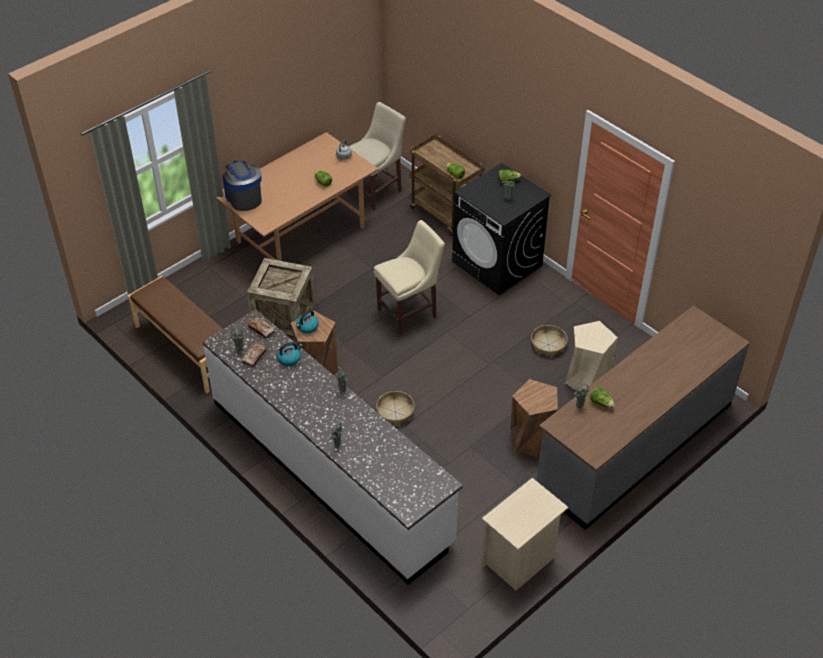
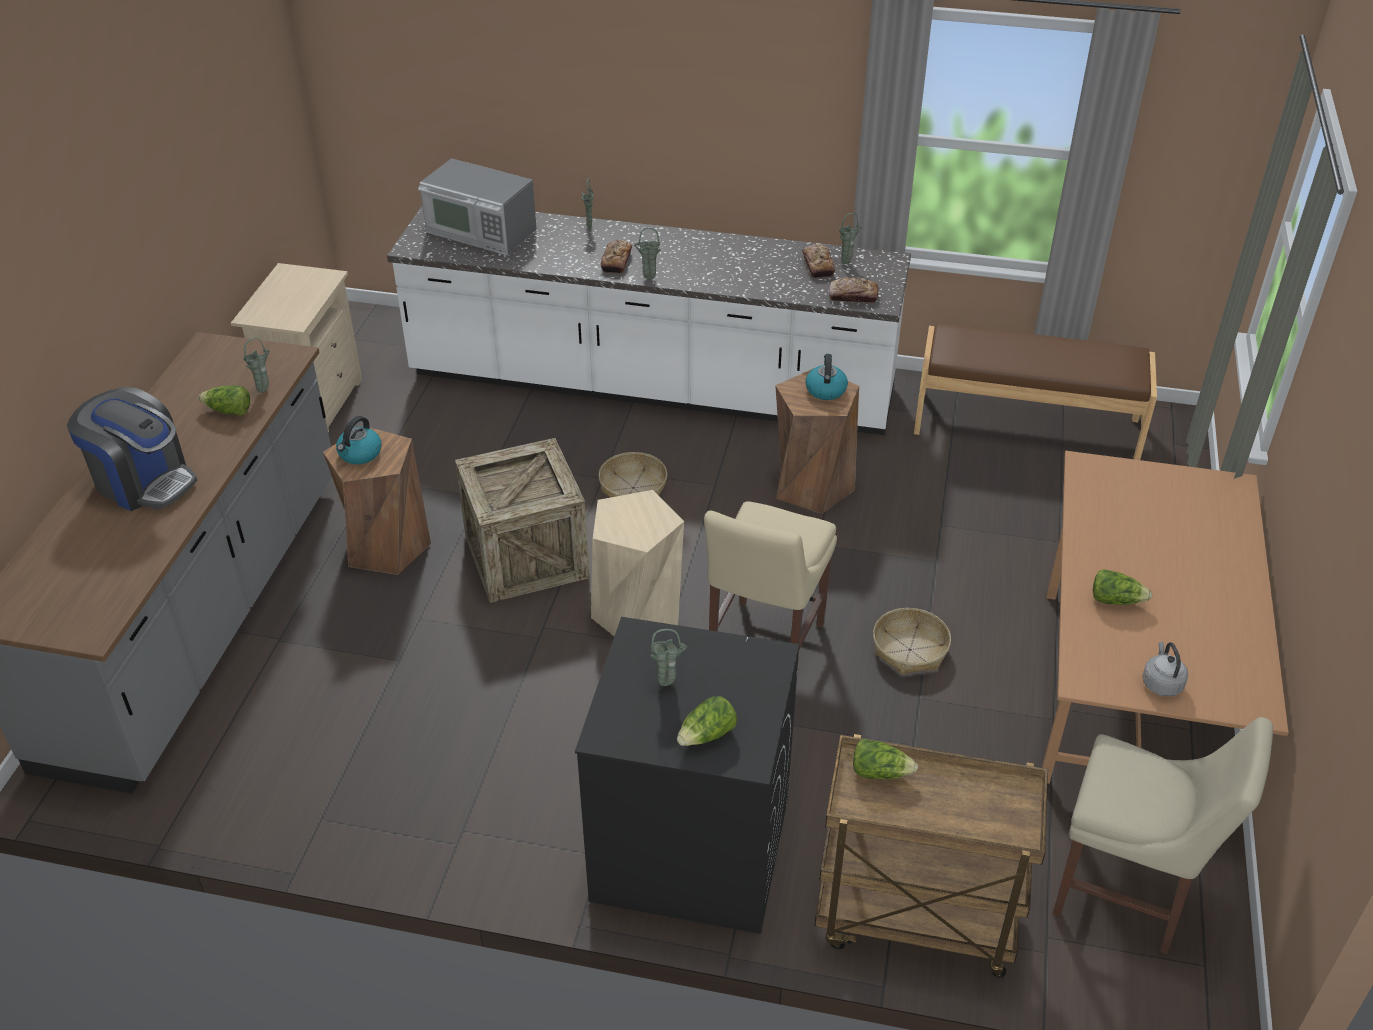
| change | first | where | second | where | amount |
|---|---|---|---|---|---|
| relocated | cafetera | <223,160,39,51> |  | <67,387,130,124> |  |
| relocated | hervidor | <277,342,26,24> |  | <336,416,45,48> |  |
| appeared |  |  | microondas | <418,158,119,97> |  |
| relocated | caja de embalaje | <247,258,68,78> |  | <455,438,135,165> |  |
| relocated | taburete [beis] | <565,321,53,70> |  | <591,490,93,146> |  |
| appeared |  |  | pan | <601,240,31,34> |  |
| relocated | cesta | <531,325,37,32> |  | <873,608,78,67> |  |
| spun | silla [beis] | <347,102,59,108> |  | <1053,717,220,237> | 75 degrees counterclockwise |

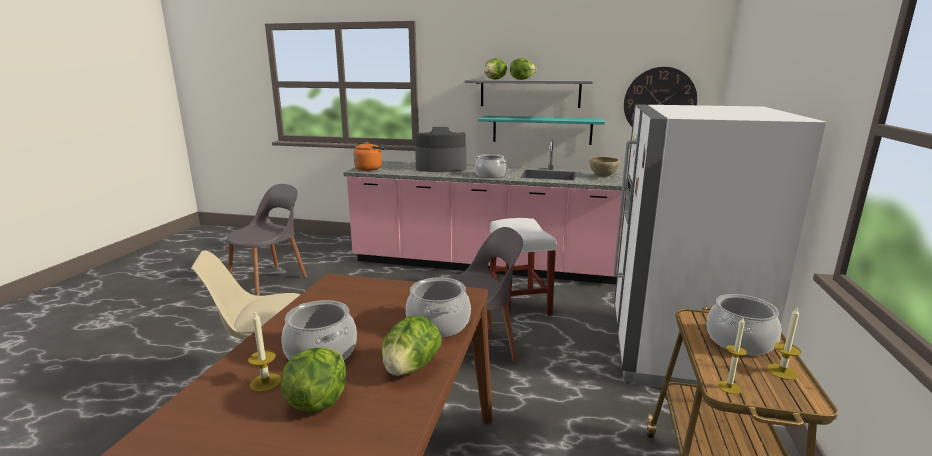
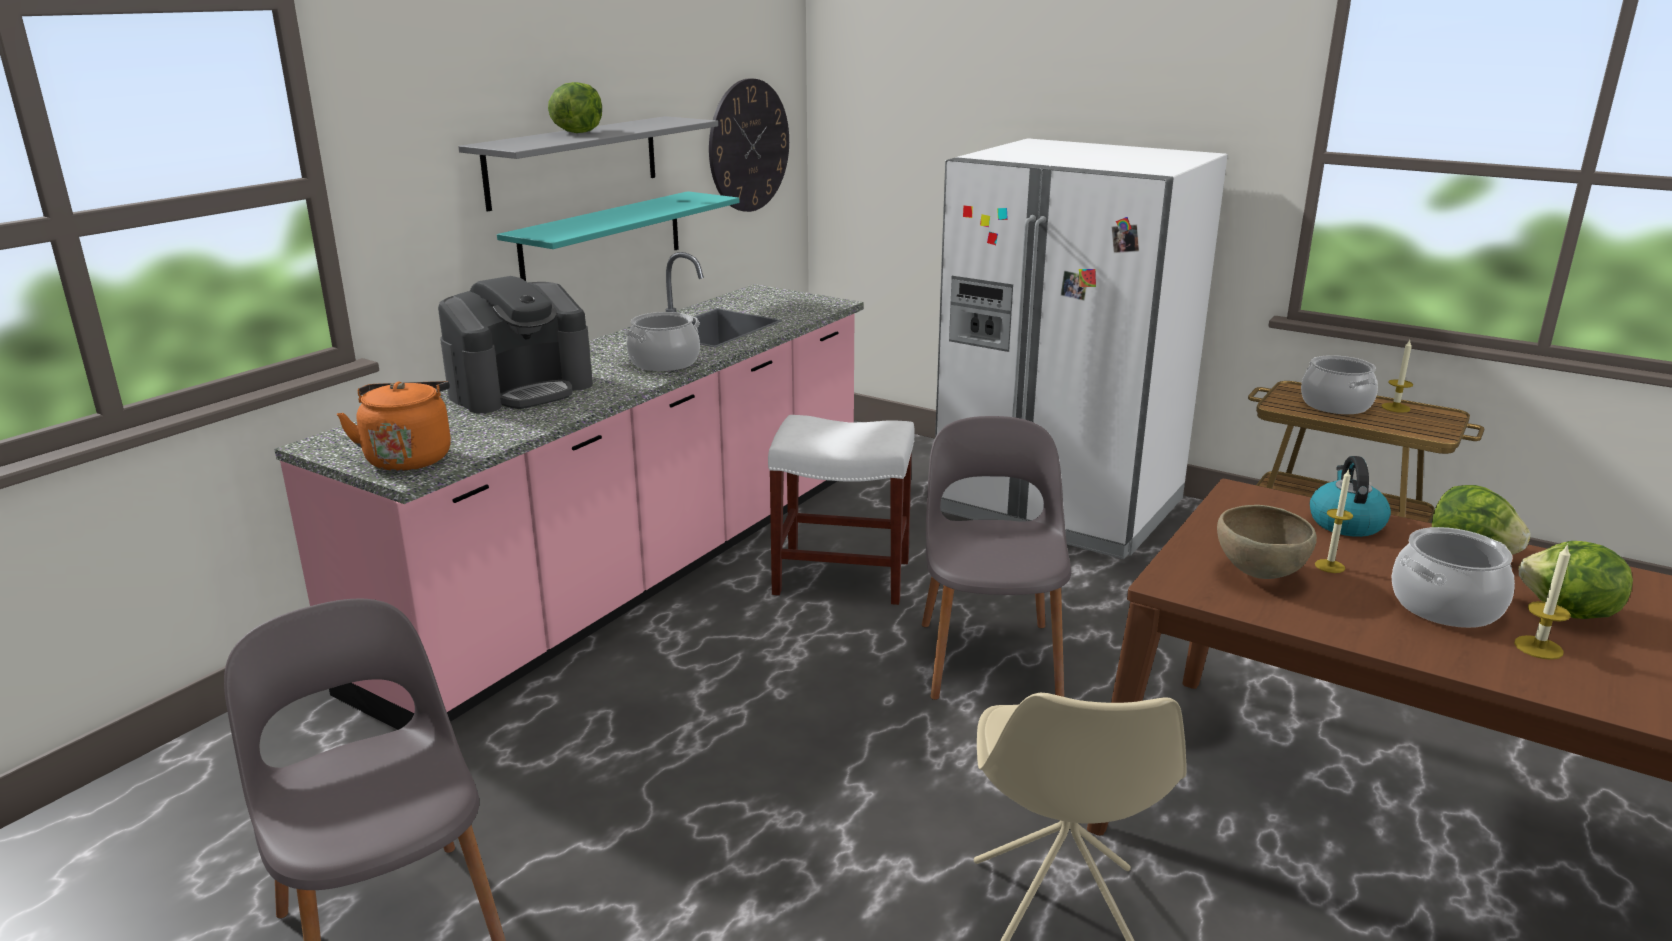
| change | first | where | second | where | amount |
|---|---|---|---|---|---|
| spun | cafetera | <415,127,51,45> |  | <438,276,155,137> | 150 degrees counterclockwise |
| relocated | cuenco [marrón] | <590,157,30,20> |  | <1217,505,100,74> |  |
| exchanged | olla | <406,277,65,60> | hervidor | <1310,456,81,81> |  |
| relocated | vela | <718,317,29,77> |  | <1315,468,38,105> |  |
| missing | lechuga | <484,58,23,21> |  |  |  |

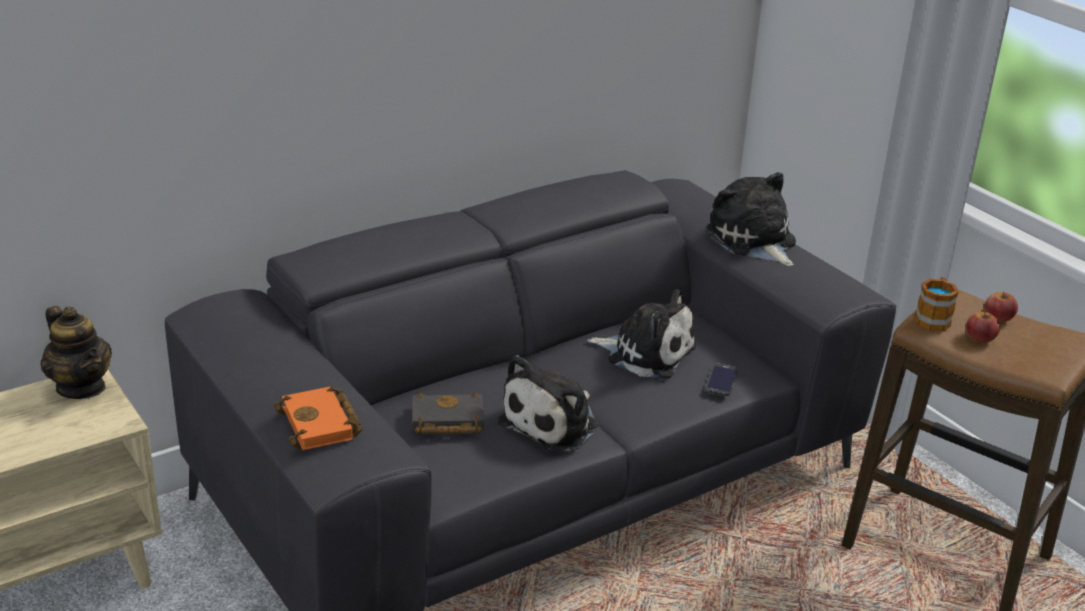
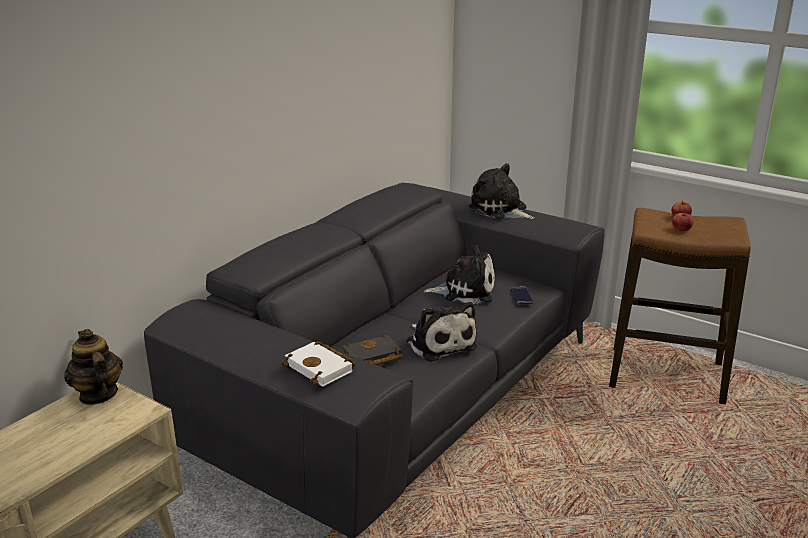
| change | first | where | second | where | amount |
|---|---|---|---|---|---|
| spun | tetera | <41,306,71,93> |  | <64,329,59,76> | 150 degrees counterclockwise |
| colour | libro [naranja] | <274,387,88,63> | libro [blanco] | <281,341,75,46> |  |
| spun | peluche | <498,355,101,97> |  | <407,302,70,60> | 45 degrees counterclockwise |
| missing | taza grande | <915,277,44,54> |  |  |  |

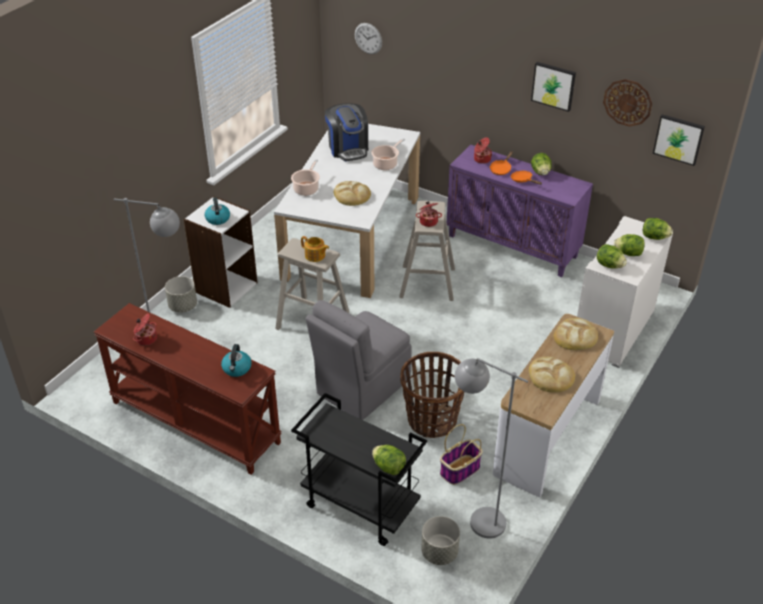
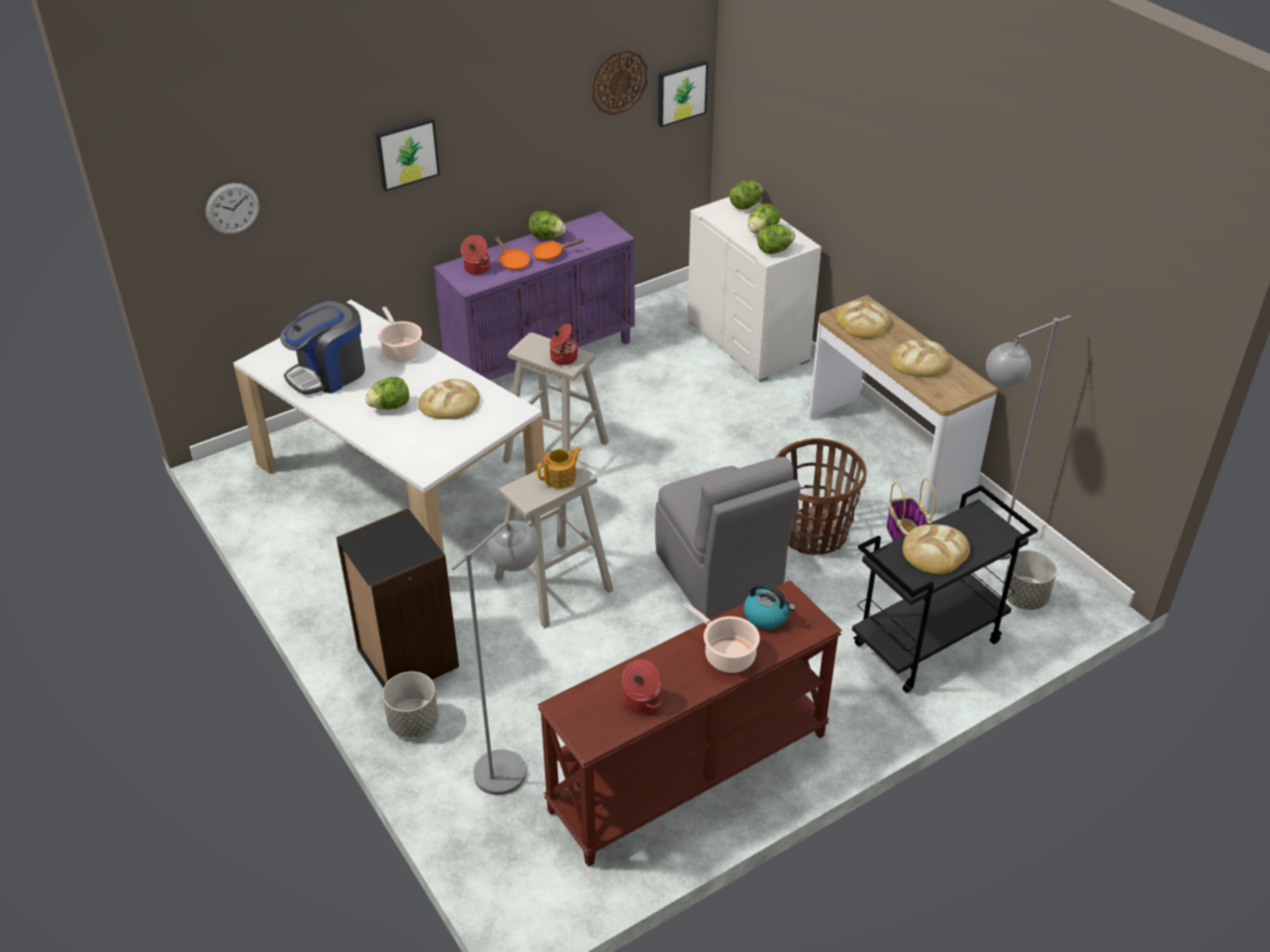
| change | first | where | second | where | amount |
|---|---|---|---|---|---|
| spun | cafetera | <325,103,43,58> |  | <280,299,85,96> | 135 degrees clockwise |
| colour | estantería [blanco] | <184,196,74,112> | estantería [negro] | <336,508,123,180> |  |
| relocated | lechuga | <372,445,34,30> |  | <365,377,44,33> |  |
| relocated | cuadro | <531,62,45,50> |  | <375,118,65,74> |  |
| relocated | olla | <291,159,29,37> |  | <683,602,77,71> |  |
| appeared |  |  | pan | <903,524,67,50> |  |
| missing | hervidor | <205,197,25,28> |  |  |  |

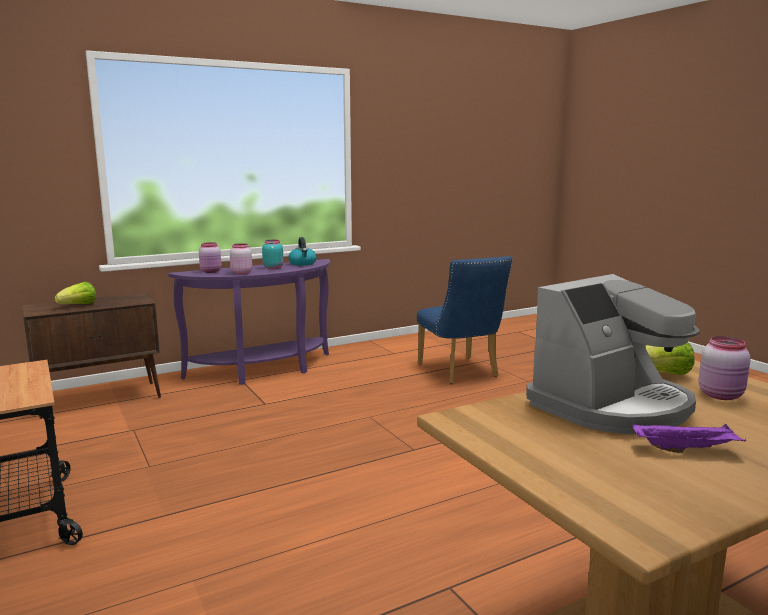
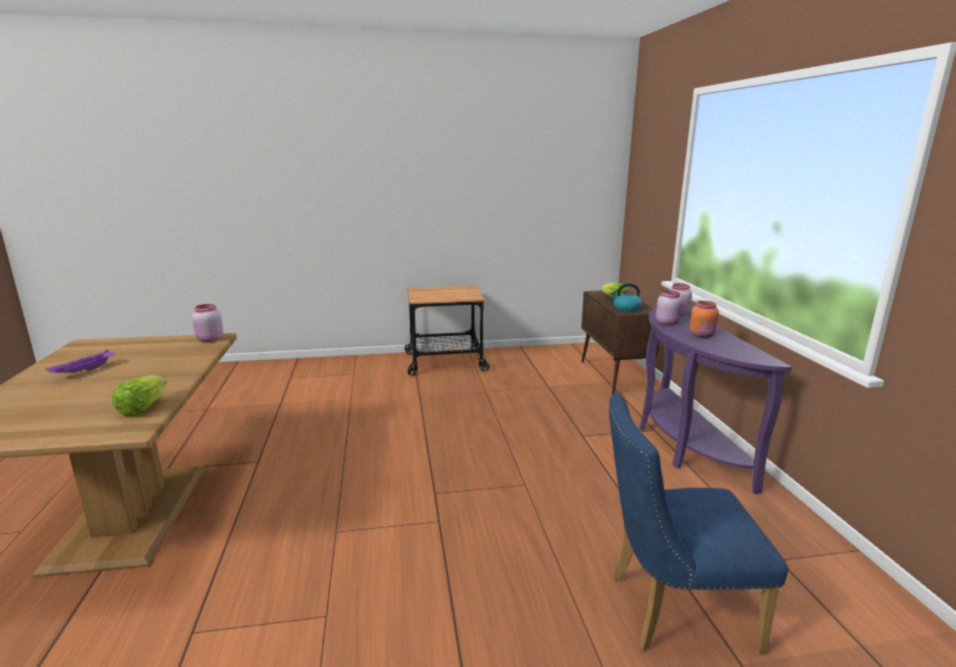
| change | first | where | second | where | amount |
|---|---|---|---|---|---|
| relocated | tarro [rosa] | <698,336,53,64> |  | <192,304,31,38> |  |
| relocated | hervidor | <288,237,29,29> |  | <610,283,32,29> |  |
| colour | tarro [turquesa] | <262,240,22,29> | tarro [naranja] | <690,301,29,37> |  |
| missing | cafetera | <526,274,174,160> |  |  |  |

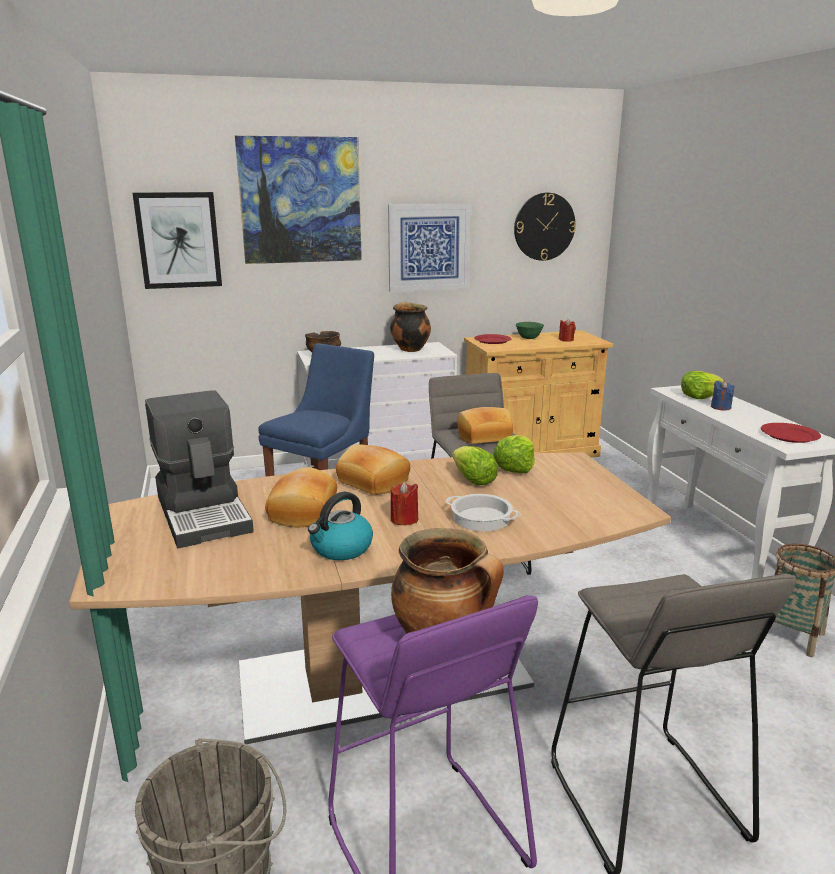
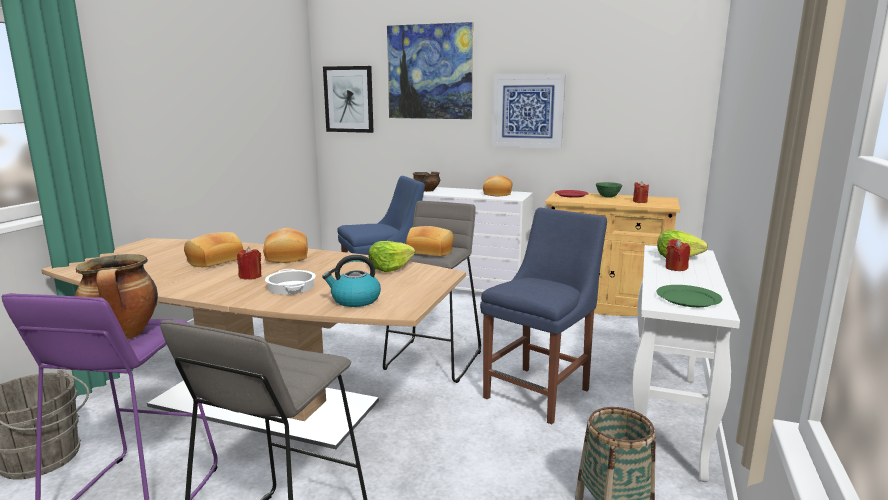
| change | first | where | second | where | amount |
|---|---|---|---|---|---|
| relocated | hervidor | <308,492,65,68> |  | <322,255,59,52> |  |
| appeared |  |  | silla [azul] | <480,208,127,216> |  |
| exchanged | olla | <390,302,41,50> | pan | <483,175,30,21> |  |
| colour | plato [rojo] | <761,423,60,20> | plato [verde] | <656,285,66,22> |  |
| colour | vela [azul] | <711,380,24,30> | vela [rojo] | <665,239,25,32> |  |
| missing | cafetera | <145,390,109,158> |  |  |  |
| missing | lechuga | <452,446,46,39> |  |  |  |
| missing | reloj de pared | <514,193,62,68> |  |  |  |

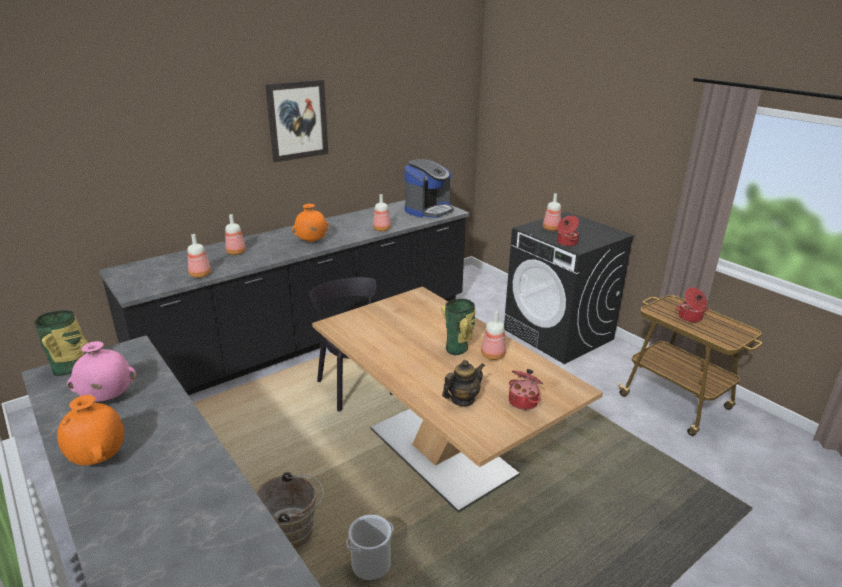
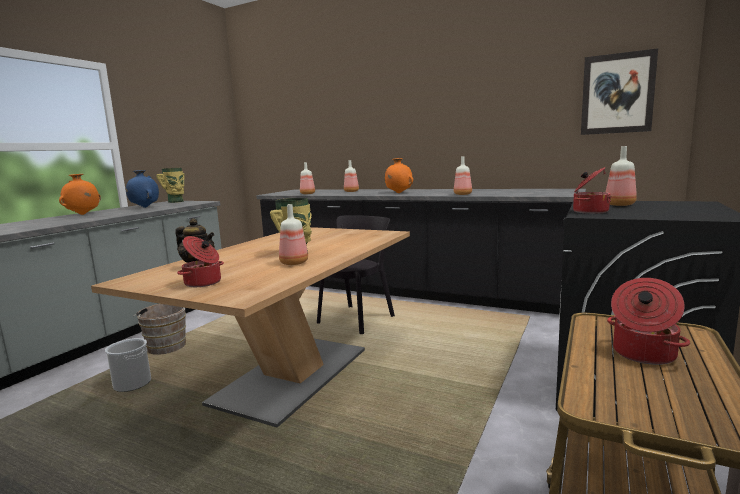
| change | first | where | second | where | amount |
|---|---|---|---|---|---|
| colour | florero [rosa] | <67,341,69,61> | florero [azul] | <126,170,33,38> |  |
| relocated | cuadro | <265,79,63,83> |  | <581,48,77,87> |  |
| missing | cafetera | <405,159,49,59> |  |  |  |

